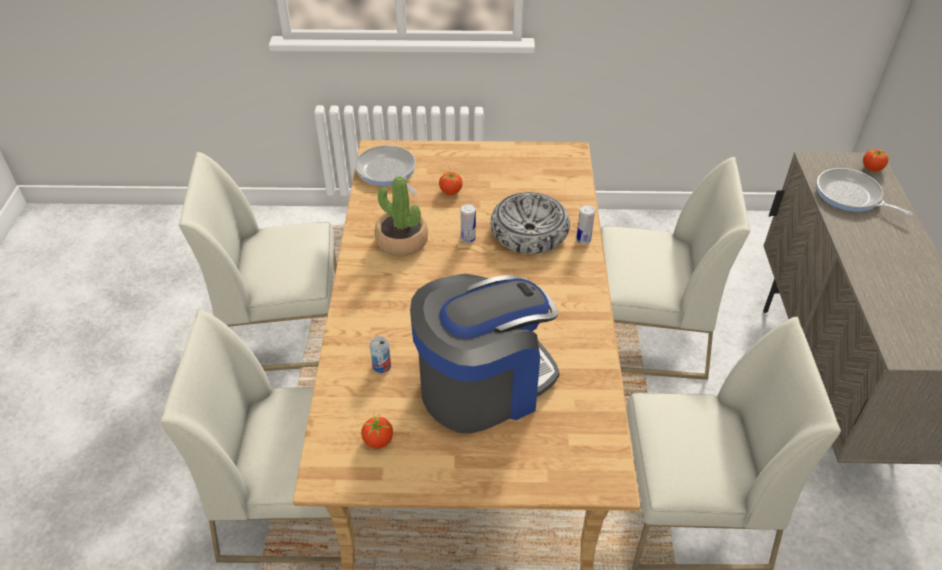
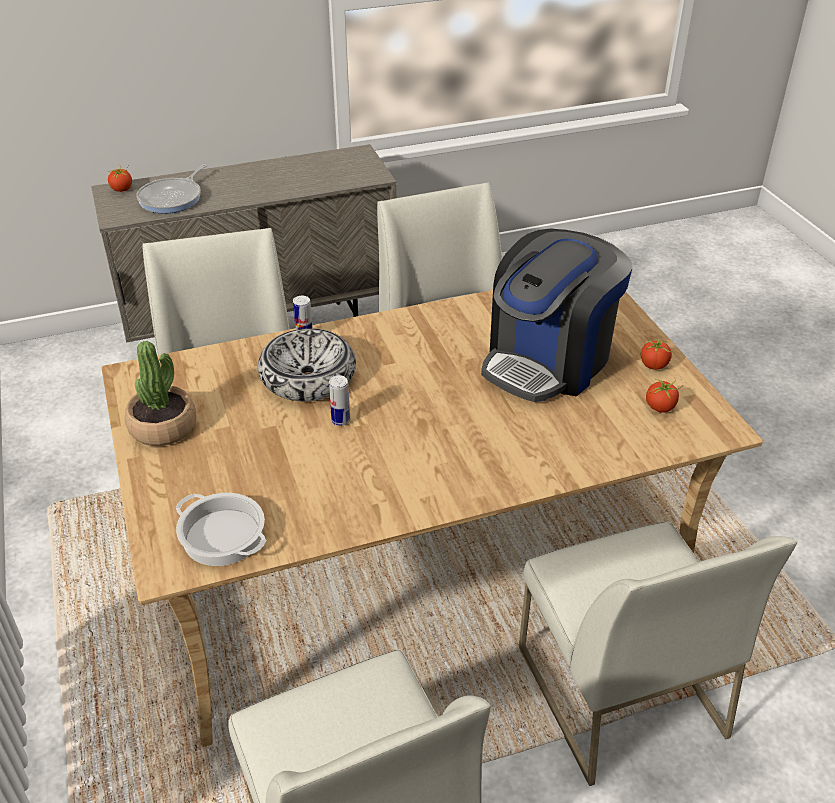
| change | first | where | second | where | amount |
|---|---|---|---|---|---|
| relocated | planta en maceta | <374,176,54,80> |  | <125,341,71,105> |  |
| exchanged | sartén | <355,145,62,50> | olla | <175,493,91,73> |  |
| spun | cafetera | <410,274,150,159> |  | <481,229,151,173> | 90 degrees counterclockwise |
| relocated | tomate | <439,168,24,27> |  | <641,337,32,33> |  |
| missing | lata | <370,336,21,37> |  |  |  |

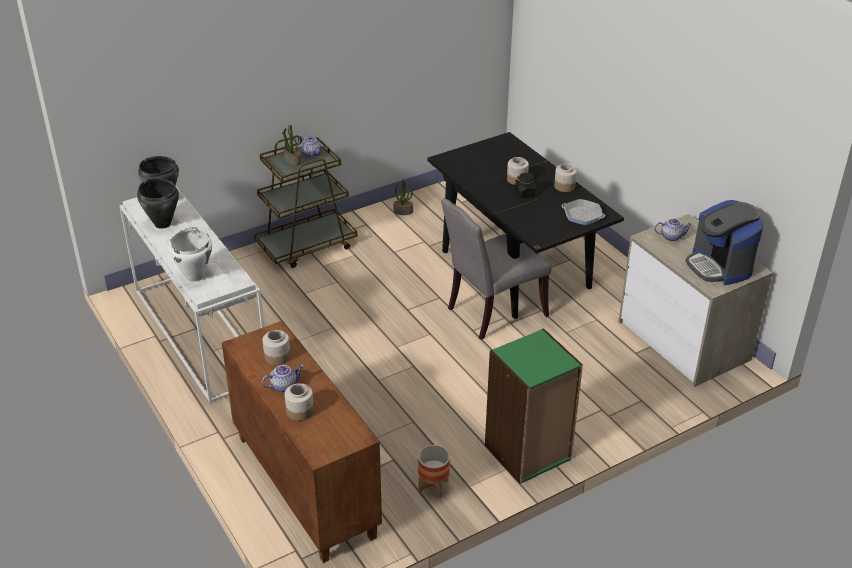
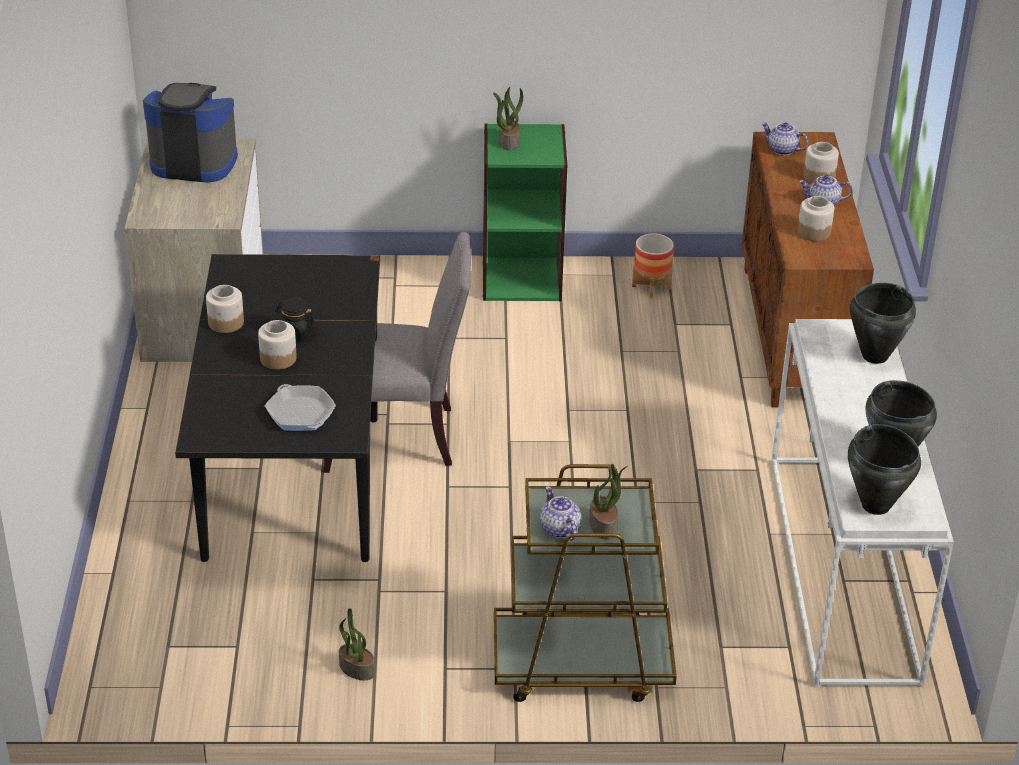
| change | first | where | second | where | amount |
|---|---|---|---|---|---|
| spun | cafetera | <686,200,78,85> |  | <143,83,95,100> | 90 degrees counterclockwise |
| relocated | sartén | <562,199,43,26> |  | <265,384,71,47> |  |
| appeared |  |  | planta en maceta | <493,87,30,63> |  |
| relocated | tetera | <654,219,39,22> |  | <761,122,48,33> |  |
| colour | olla [blanco] | <169,227,43,55> | olla [negro] | <850,283,66,81> |  |

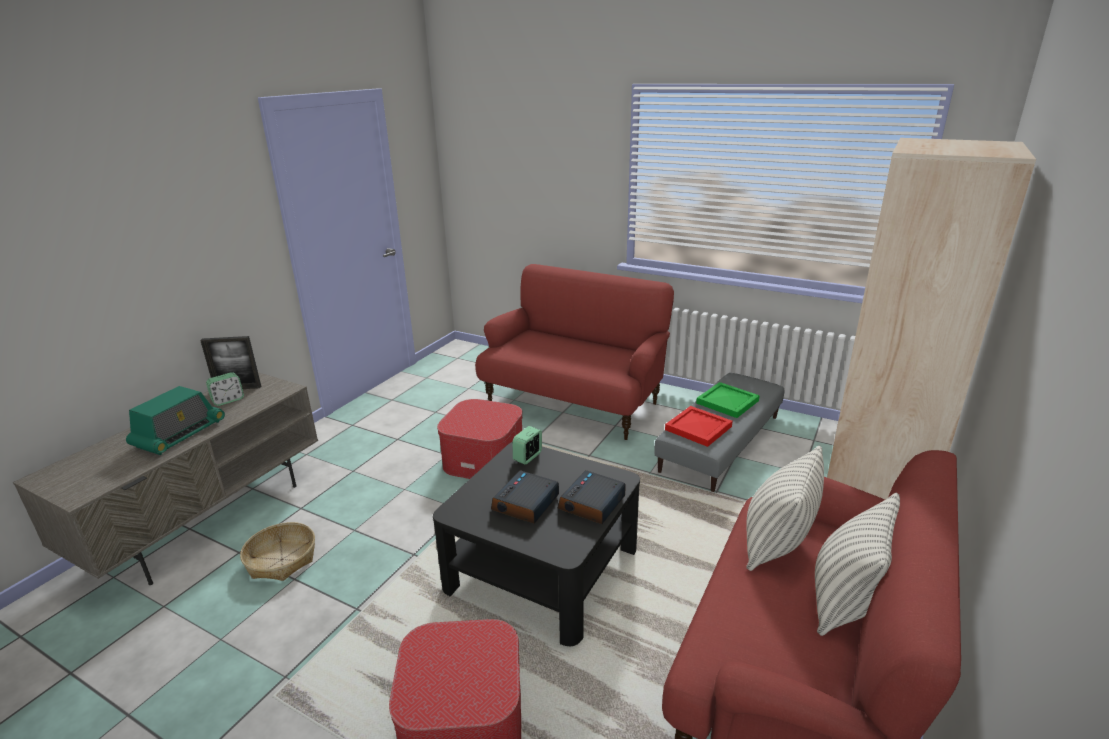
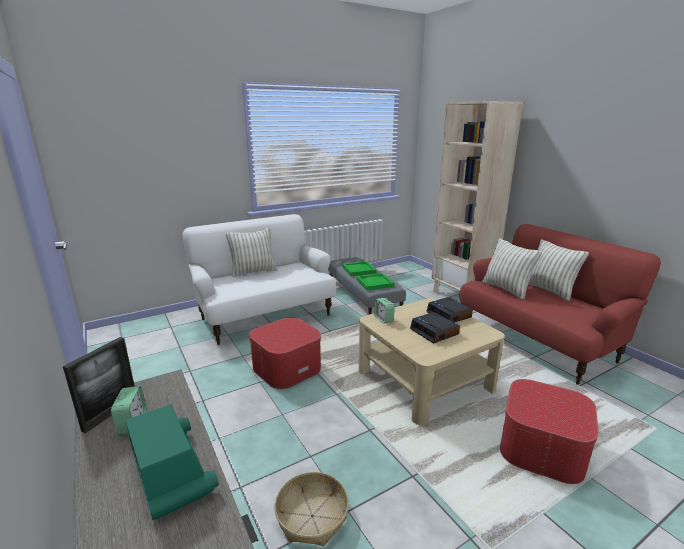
| change | first | where | second | where | amount |
|---|---|---|---|---|---|
| colour | sofá [rojo] | <475,264,199,176> | sofá [blanco] | <183,214,153,131> |  |
| appeared |  |  | cojín | <226,228,51,49> |  |
| colour | bandeja [rojo] | <665,406,68,41> | bandeja [verde] | <357,273,37,18> |  |
| colour | mesa de centro [negro] | <433,442,207,204> | mesa de centro [beis] | <359,298,146,127> |  |

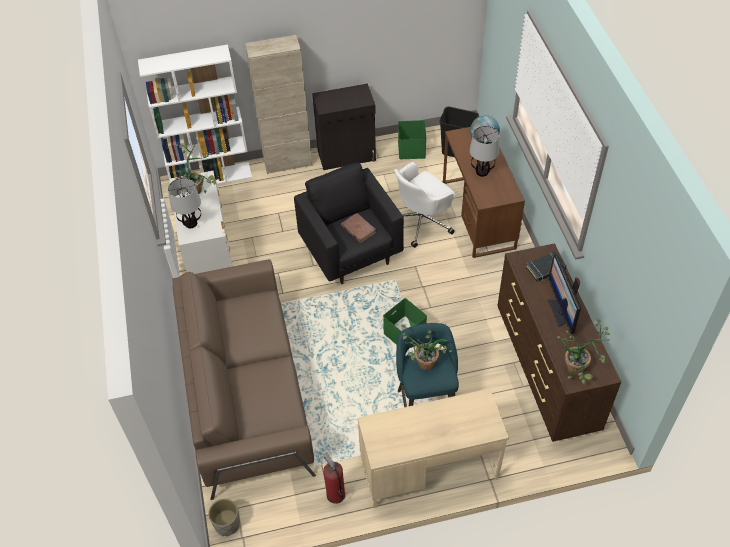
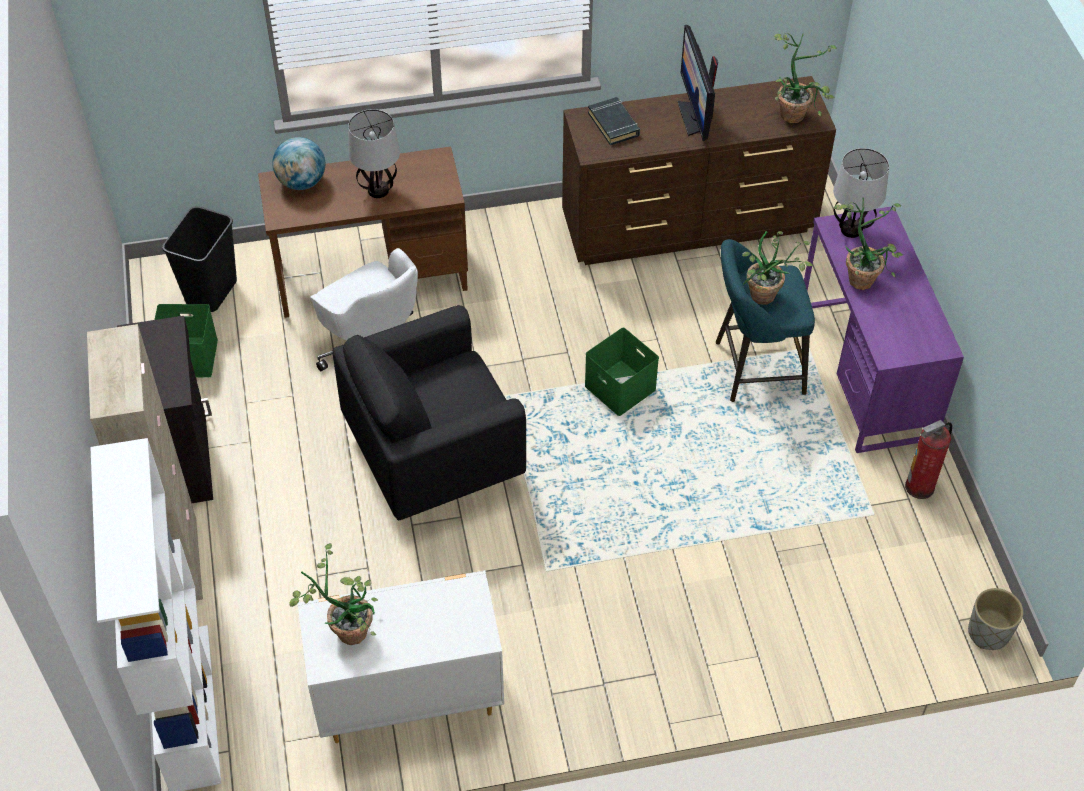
| change | first | where | second | where | amount |
|---|---|---|---|---|---|
| spun | monitor | <548,254,33,80> |  | <678,25,40,116> | 90 degrees clockwise |
| colour | escritorio [beis] | <358,388,151,120> | escritorio [morado] | <804,206,160,247> |  |
| relocated | lámpara de mesa | <168,178,33,50> |  | <833,148,56,90> |  |
| appeared |  |  | planta en maceta | <834,197,69,93> |  |
| missing | sofá [marrón] | <172,259,144,241> |  |  |  |
| missing | libro [marrón] | <341,213,35,30> |  |  |  |

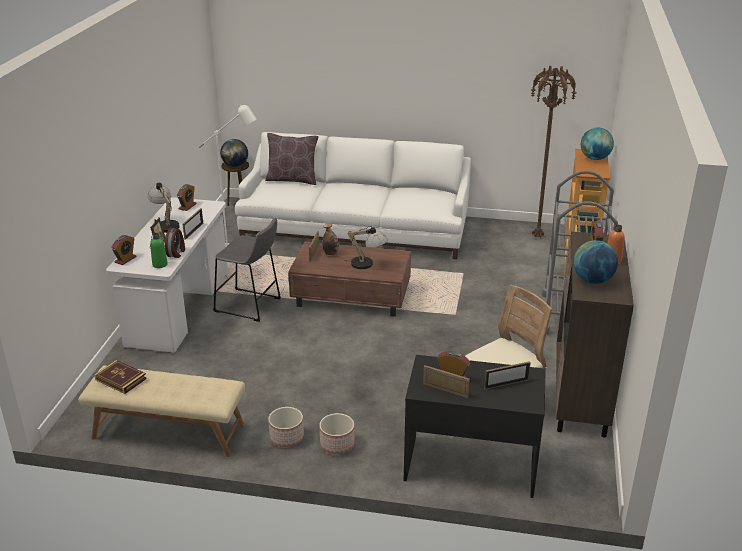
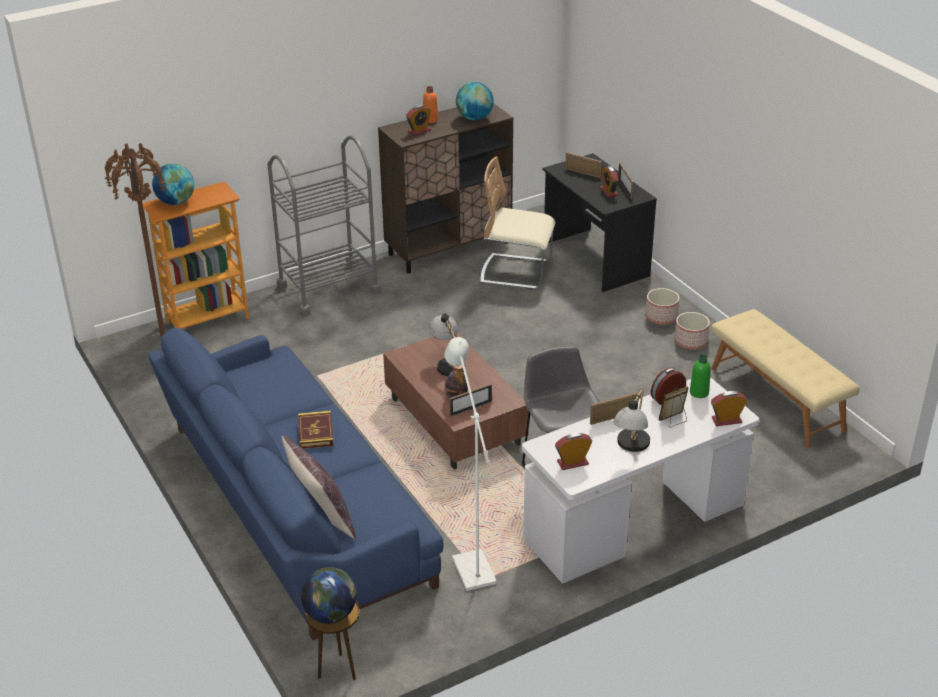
| change | first | where | second | where | amount |
|---|---|---|---|---|---|
| colour | sofá [blanco] | <235,132,236,128> | sofá [azul] | <148,328,295,312> |  |
| relocated | libro | <94,360,53,34> |  | <298,411,36,38> |  |

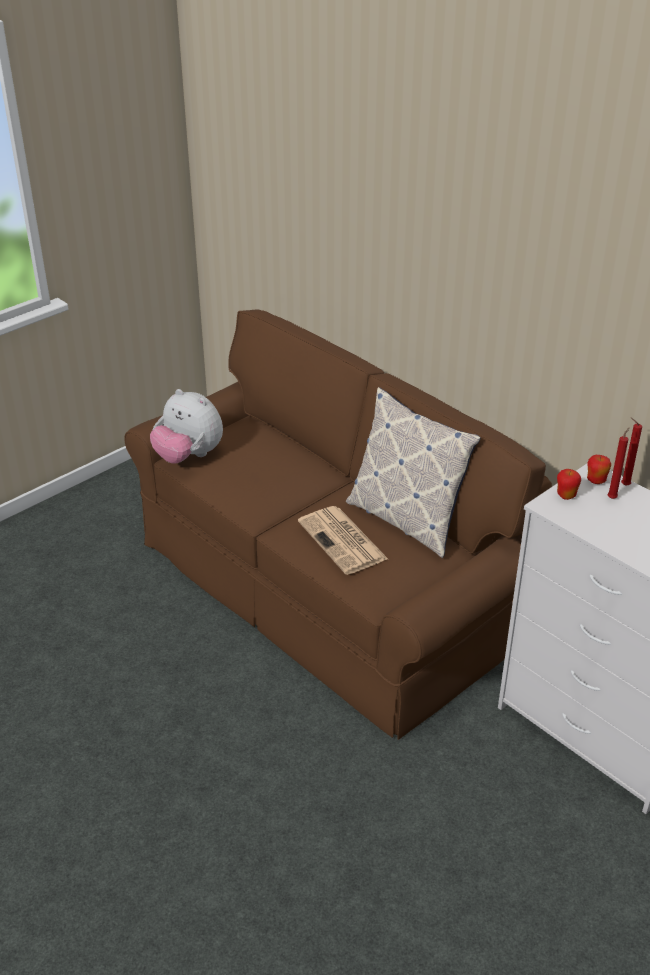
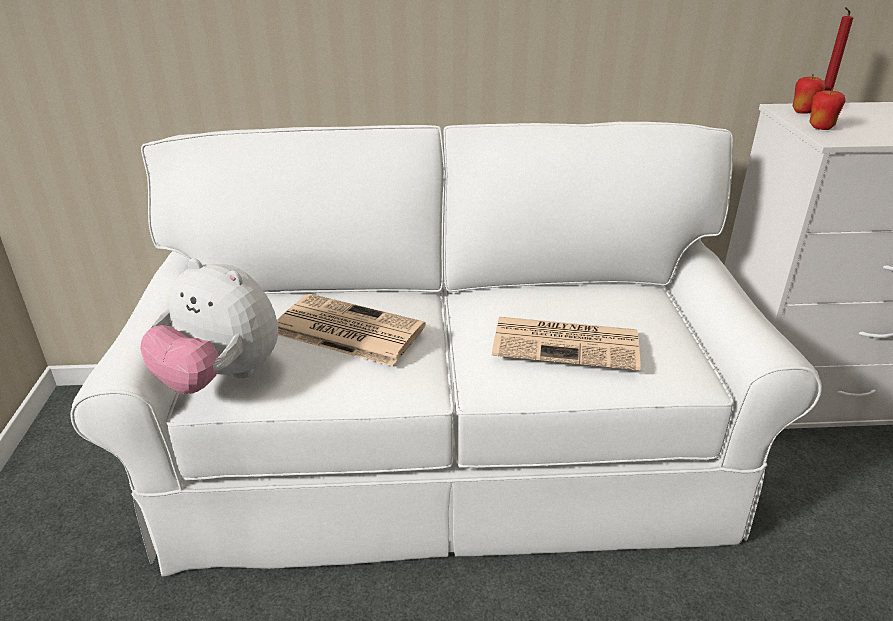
| change | first | where | second | where | amount |
|---|---|---|---|---|---|
| colour | sofá [marrón] | <125,309,427,431> | sofá [blanco] | <71,122,751,455> |  |
| spun | peluche | <150,389,73,75> |  | <140,258,138,136> | 45 degrees clockwise |
| appeared |  |  | periódico | <277,294,149,72> |  |
| missing | cojín | <346,387,135,171> |  |  |  |
| missing | vela [rojo] | <608,428,21,71> |  |  |  |

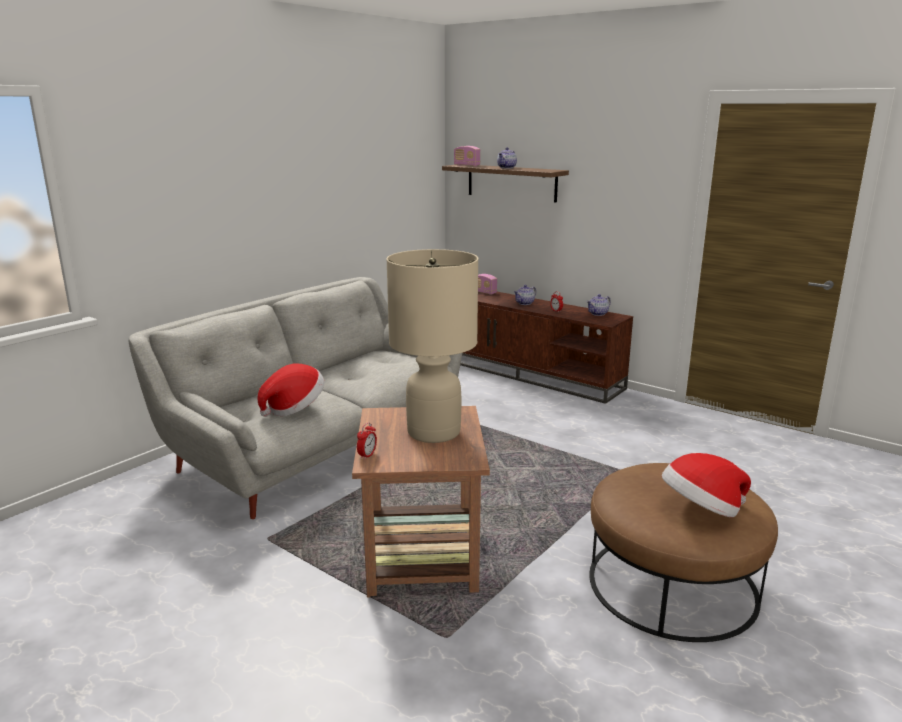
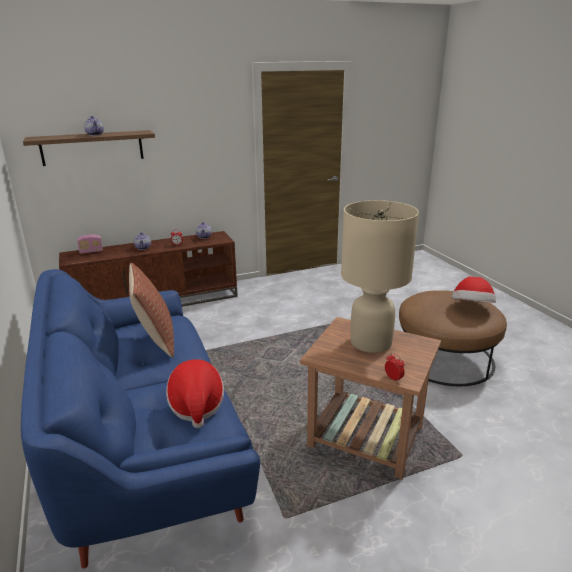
| change | first | where | second | where | amount |
|---|---|---|---|---|---|
| colour | sofá [gris] | <129,277,333,242> | sofá [azul] | <21,269,239,300> |  |
| appeared |  |  | cojín | <129,263,45,94> |  |
| missing | radio | <454,146,26,20> |  |  |  |

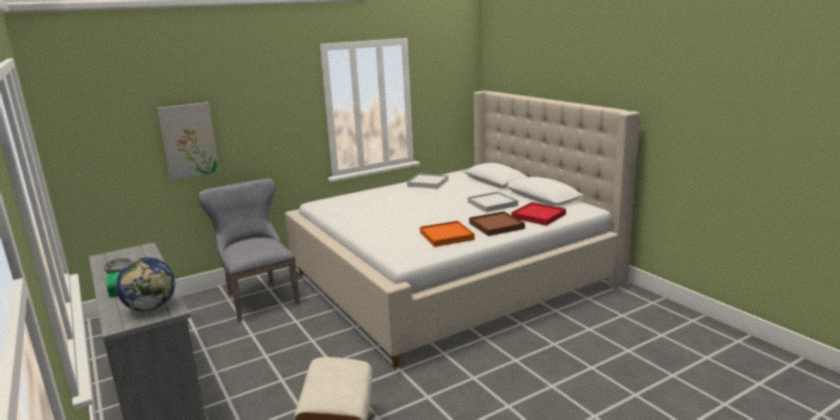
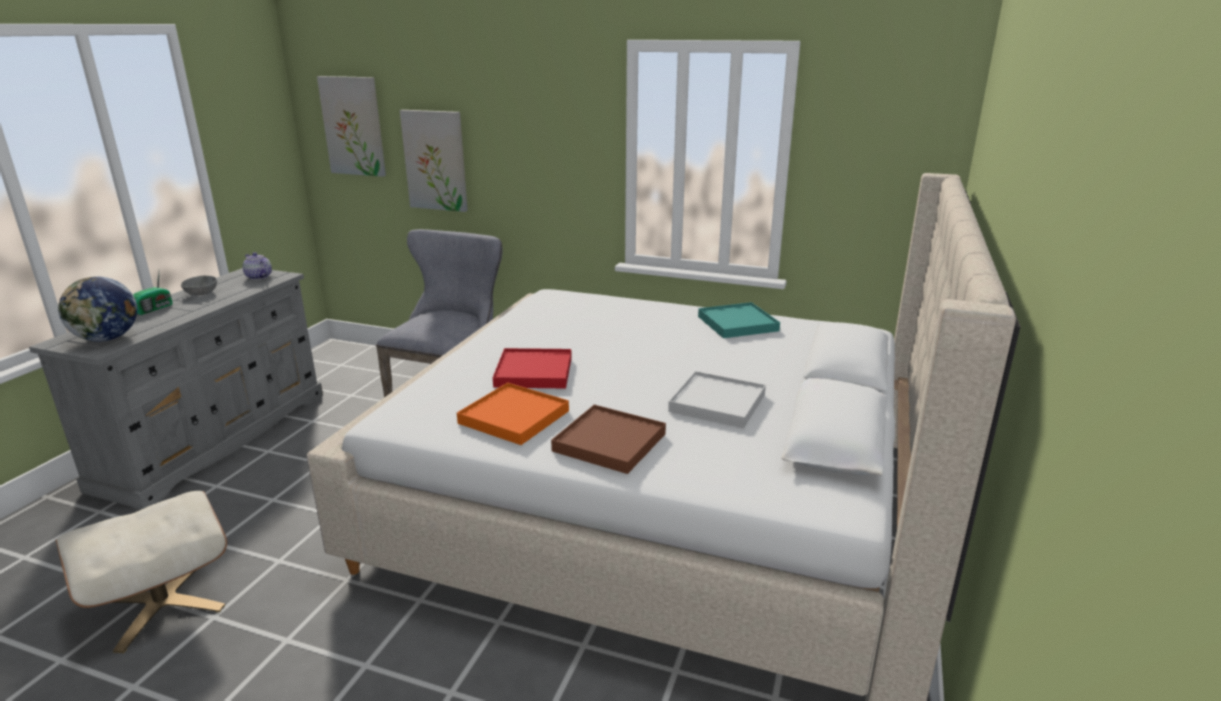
| change | first | where | second | where | amount |
|---|---|---|---|---|---|
| appeared |  |  | tetera | <242,252,30,28> |  |
| appeared |  |  | cuadro | <317,76,69,101> |  |
| relocated | bandeja [rojo] | <512,202,54,24> |  | <493,348,79,40> |  |
| colour | bandeja [blanco] | <407,173,41,16> | bandeja [turquesa] | <698,302,82,36> |  |

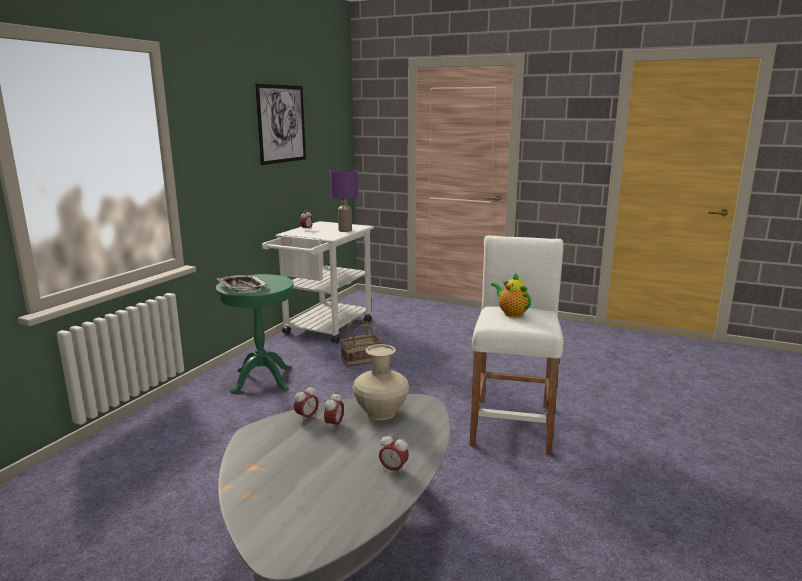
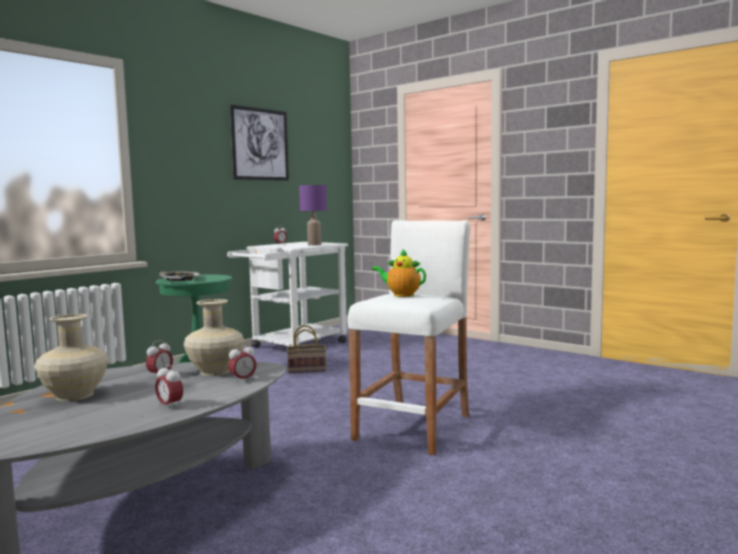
| change | first | where | second | where | amount |
|---|---|---|---|---|---|
| appeared |  |  | florero [beis] | <34,314,75,88> |  |
| relocated | despertador | <294,385,25,37> |  | <228,343,29,40> |  |
| spun | tetera | <491,272,40,46> |  | <372,248,54,49> | 45 degrees counterclockwise |

